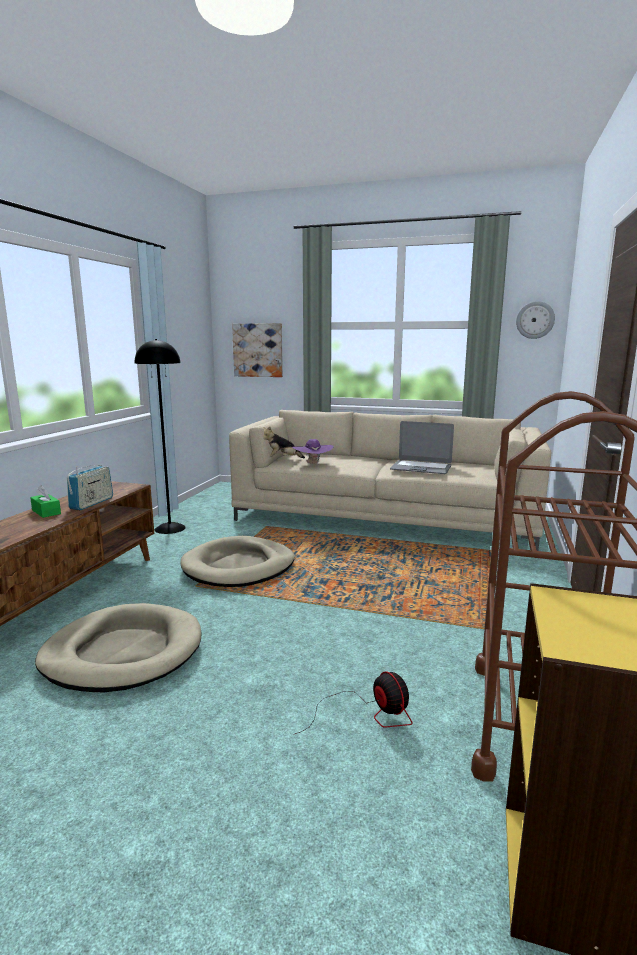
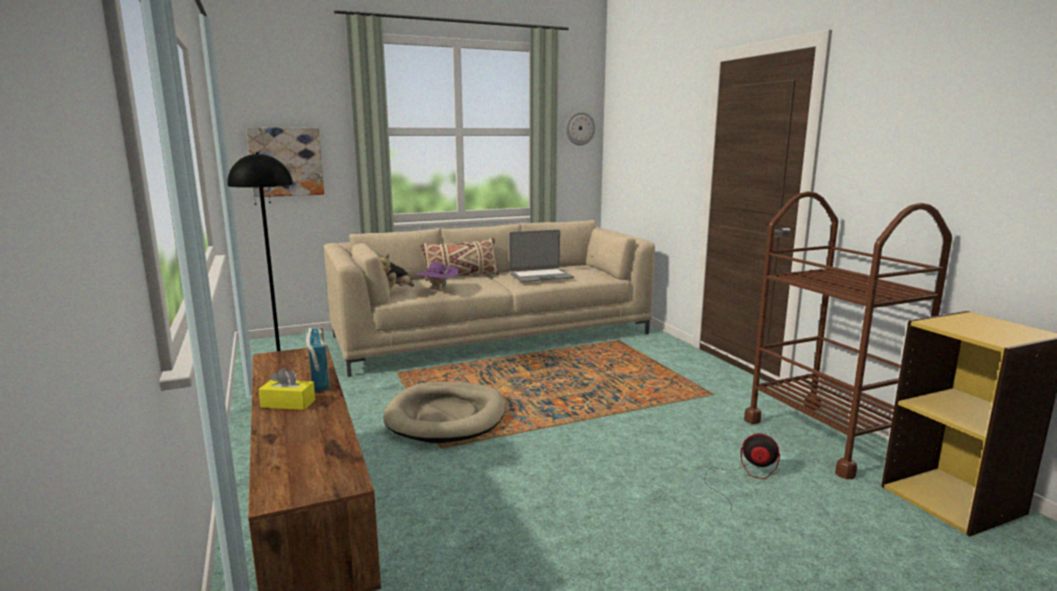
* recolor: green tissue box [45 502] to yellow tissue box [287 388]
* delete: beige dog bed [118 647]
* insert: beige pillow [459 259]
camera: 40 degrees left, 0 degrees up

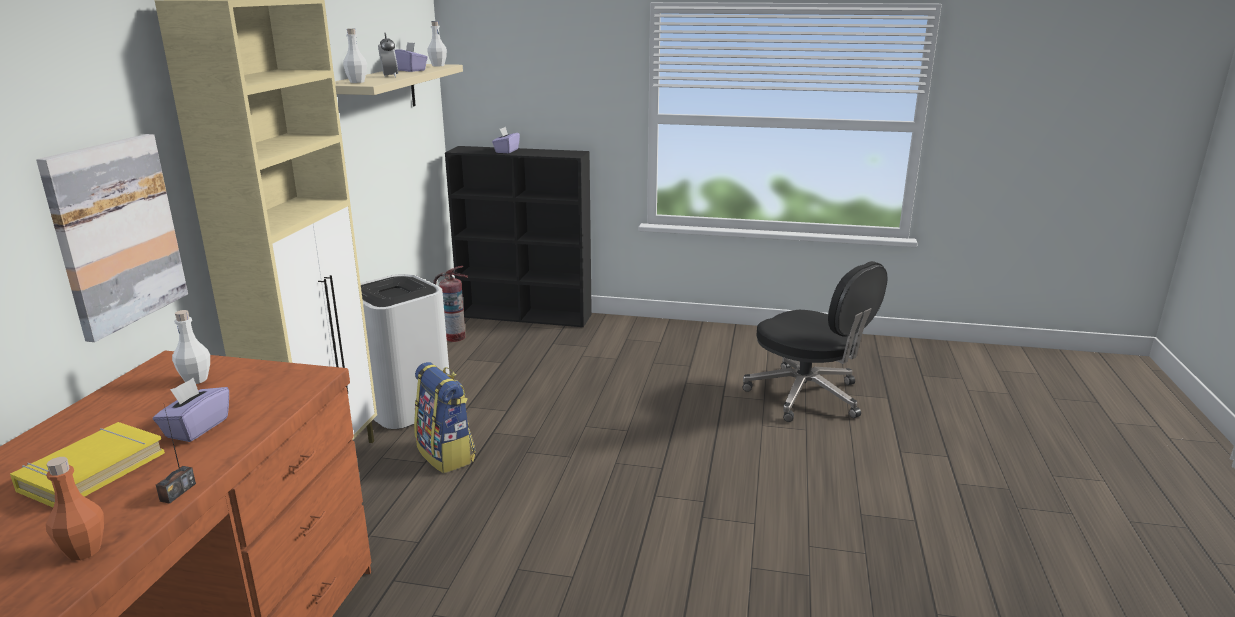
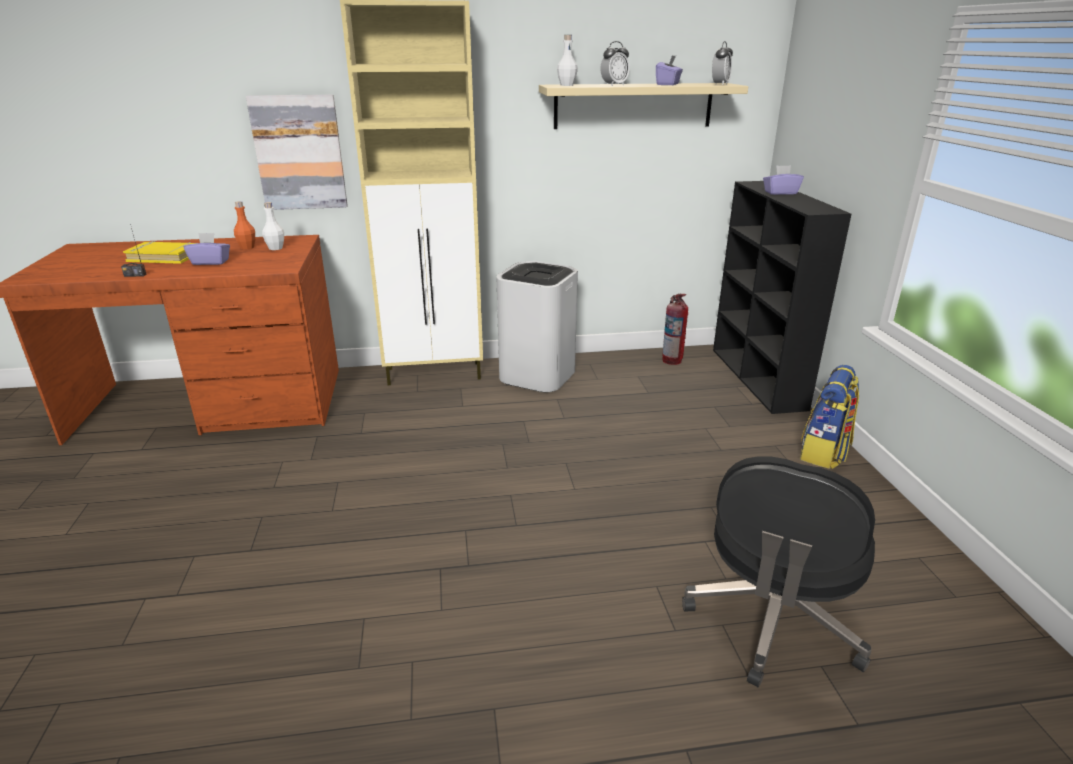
* replace: white bottle [437 43] to alarm clock [722 63]
* move: backpack [445 417] to [830 417]
* move: orange bottle [75 508] to [244 225]
camera: 70 degrees right, 5 degrees up

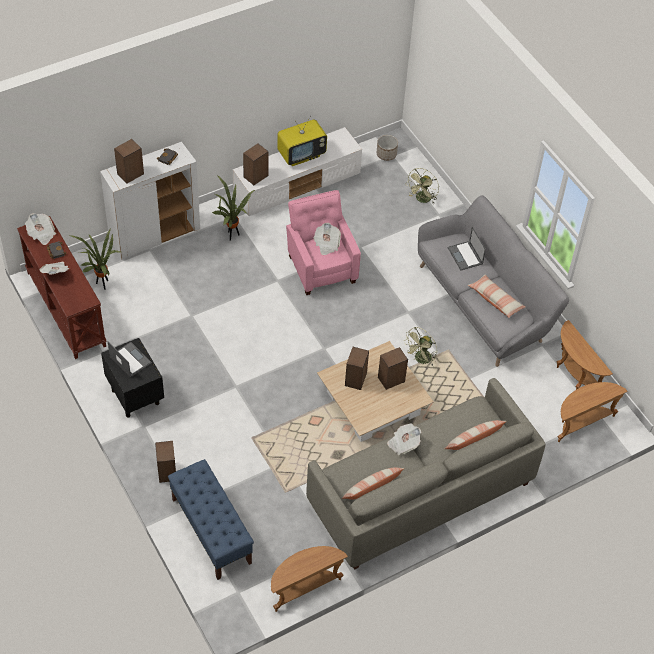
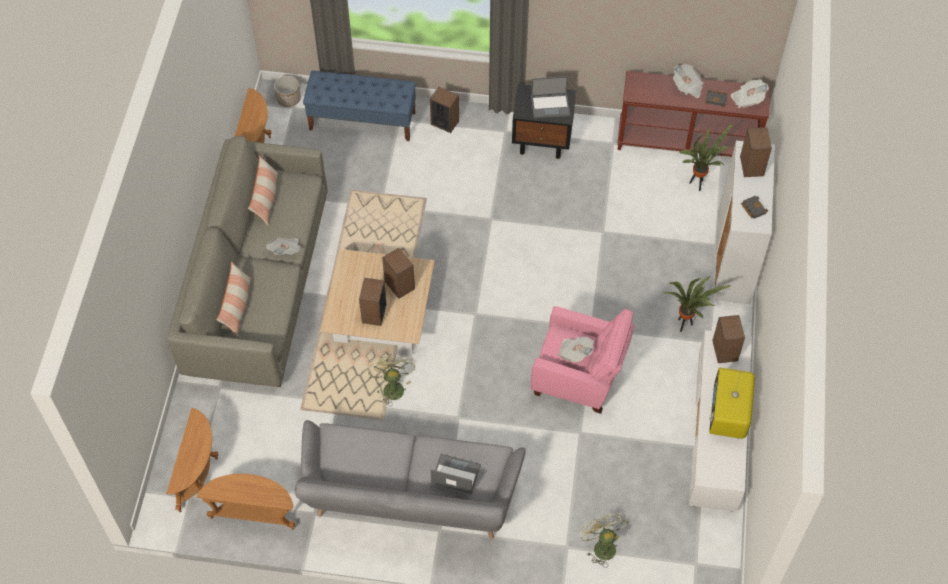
* move: planter [387 148] to [287 91]
* delete: pillow [496 296]
camera: 130 degrees right, 5 degrees up

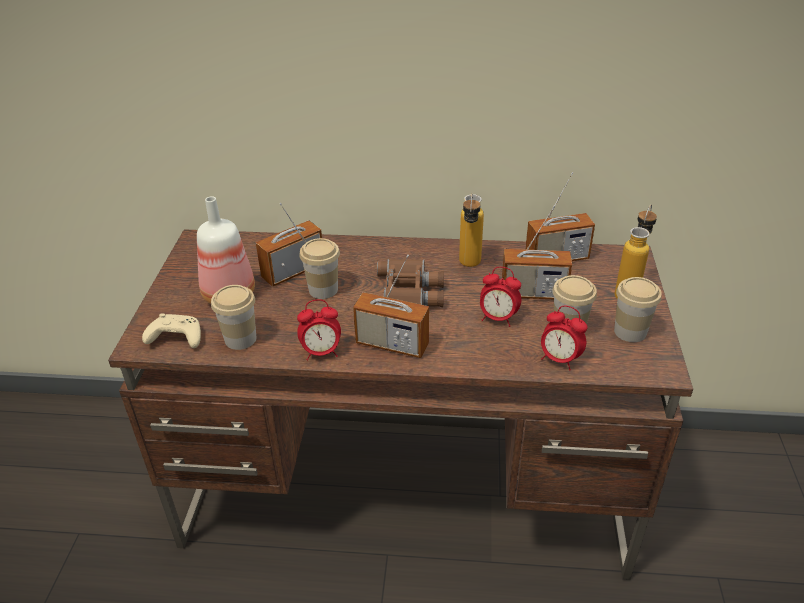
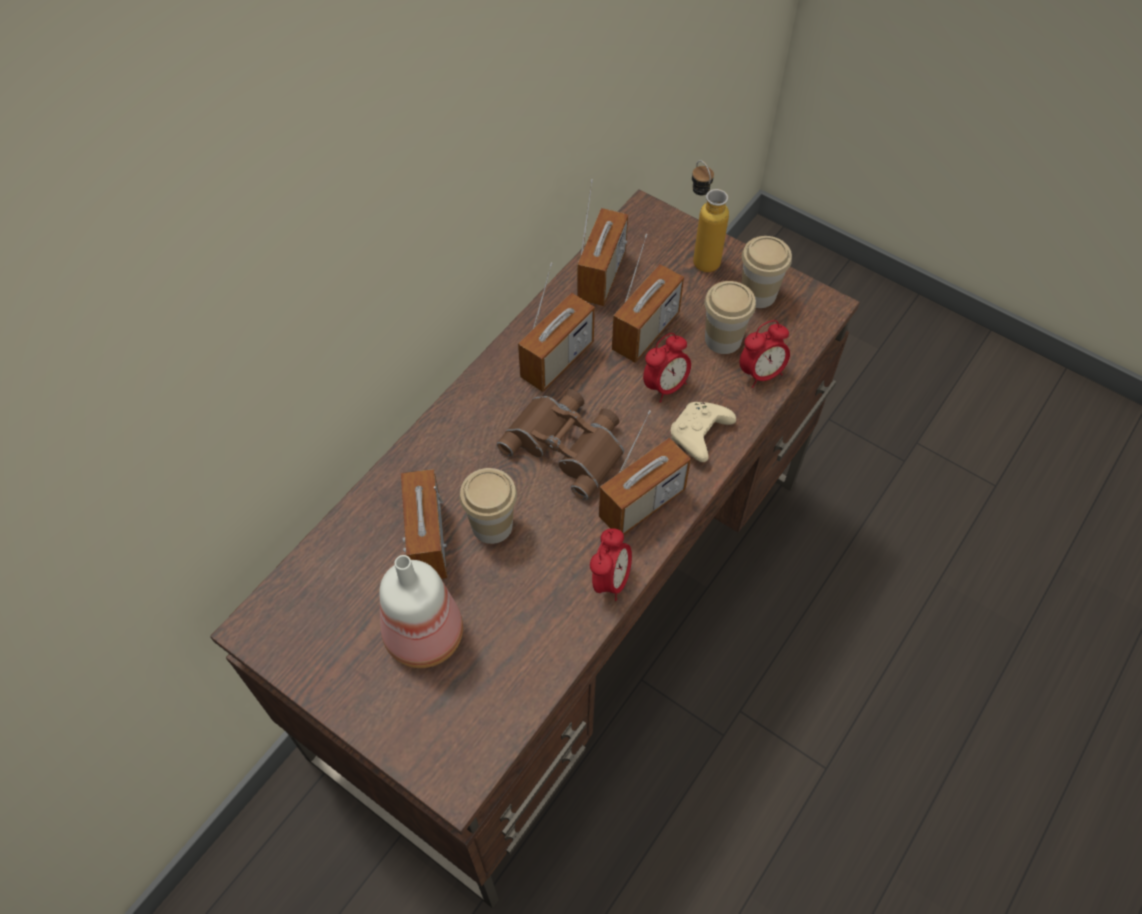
* replace: bottle [471 230] to radio [556 327]
* delete: cup [233 317]
* move: beige game controller [171 330] to [703 432]
camera: 60 degrees left, 20 degrees up

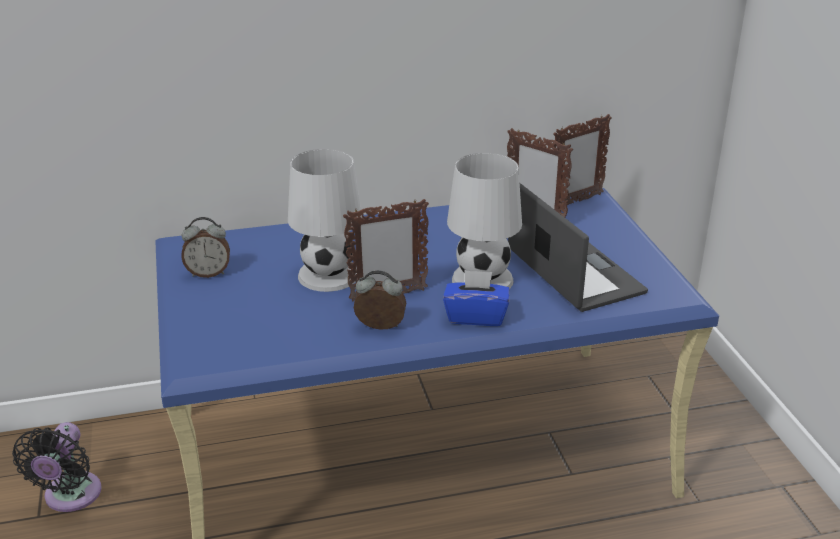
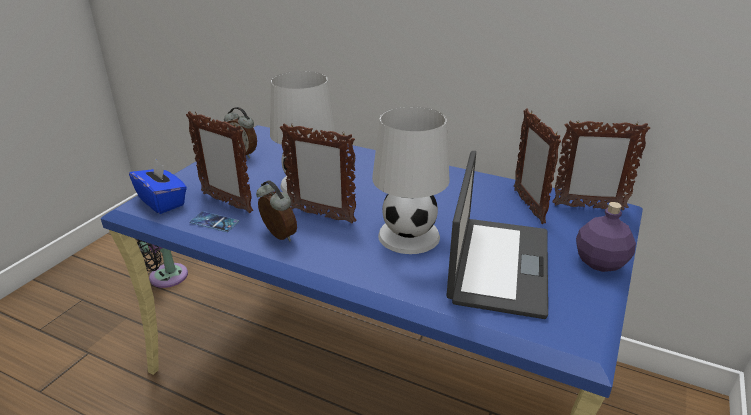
* move: blue tissue box [476 298] to [158 186]
* insert: picture frame [219 162]
* insert: purple bottle [606 237]
* insert: phone [214 221]
camera: 40 degrees right, 0 degrees up

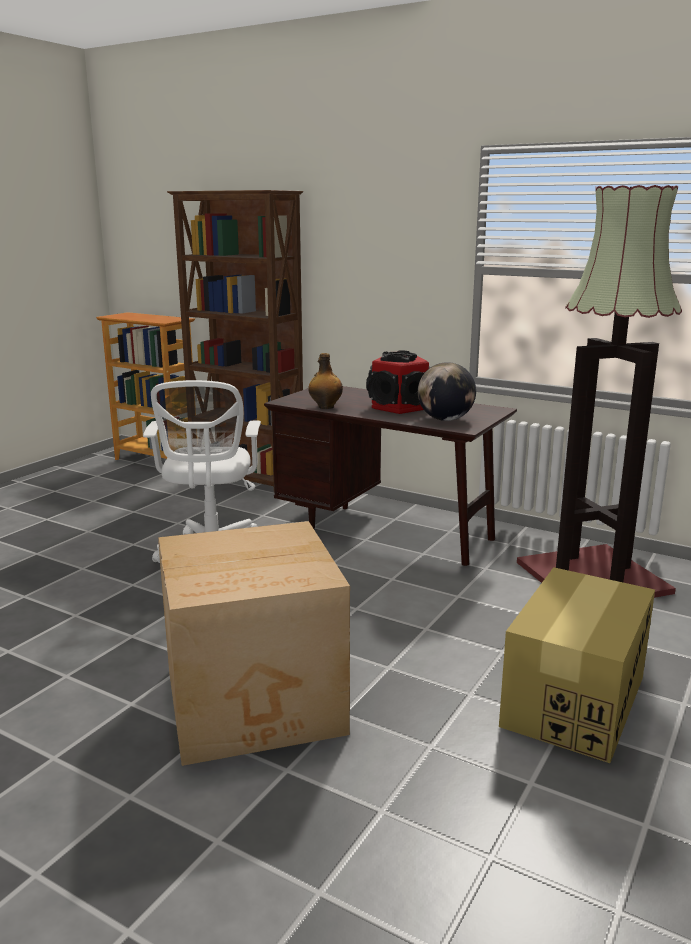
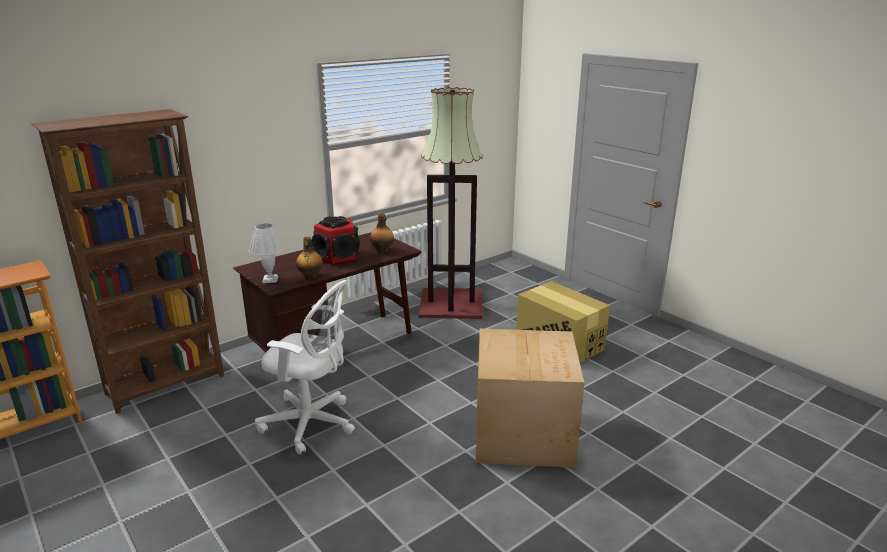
* replace: globe [447 391] to bottle [382 233]
* insert: white table lamp [266 253]
camera: 70 degrees left, 5 degrees up

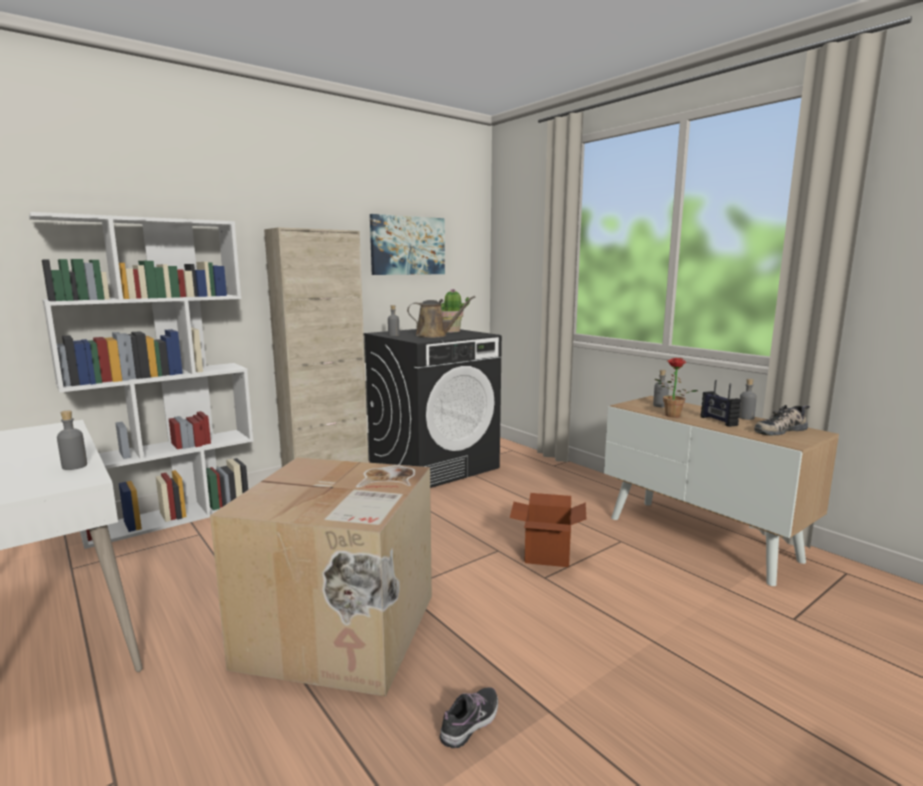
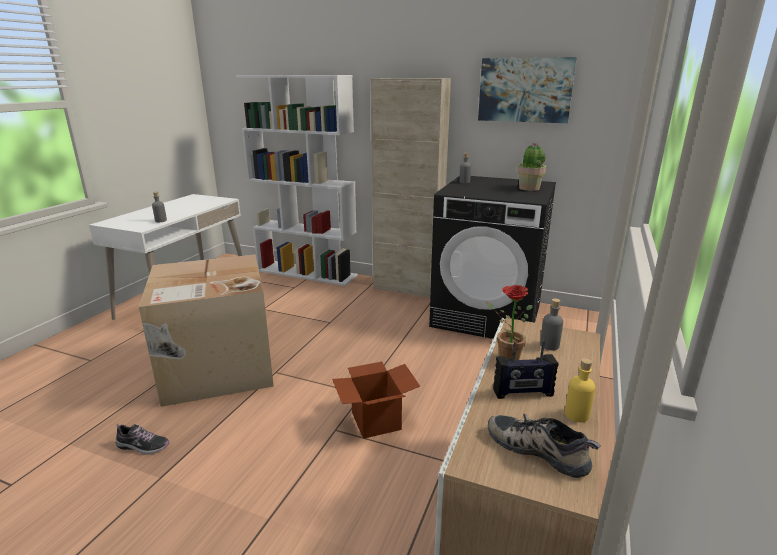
* delete: brown watering can [441 317]
* recolor: grey bottle [748 399] to yellow bottle [580 390]
* rotate: radio [721 403] = [525 369] 135 degrees counterclockwise
camera: 60 degrees right, 10 degrees up

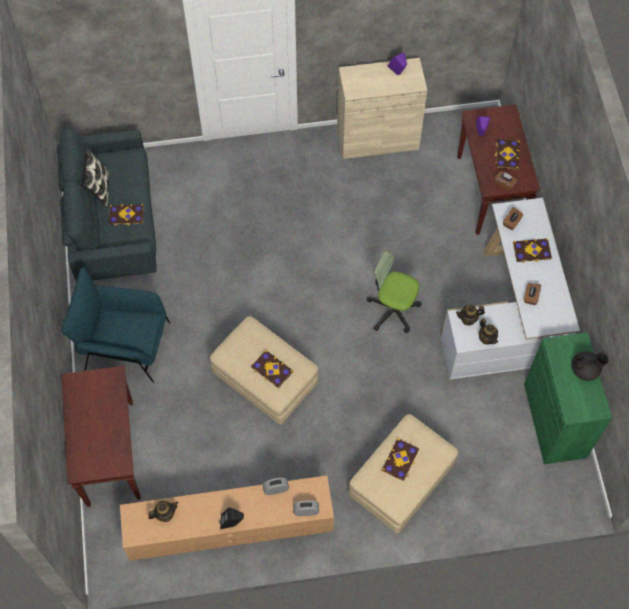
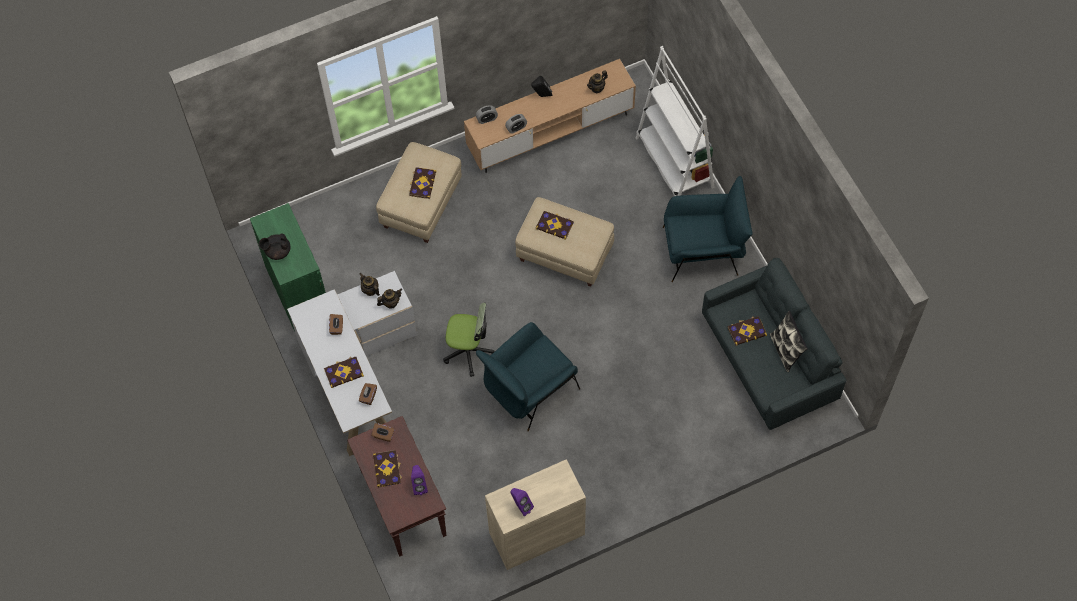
* replace: brown console table [101 436] to white bookcase [675 121]
* insert: blue armchair [528 376]
camera: 165 degrees right, 0 degrees up

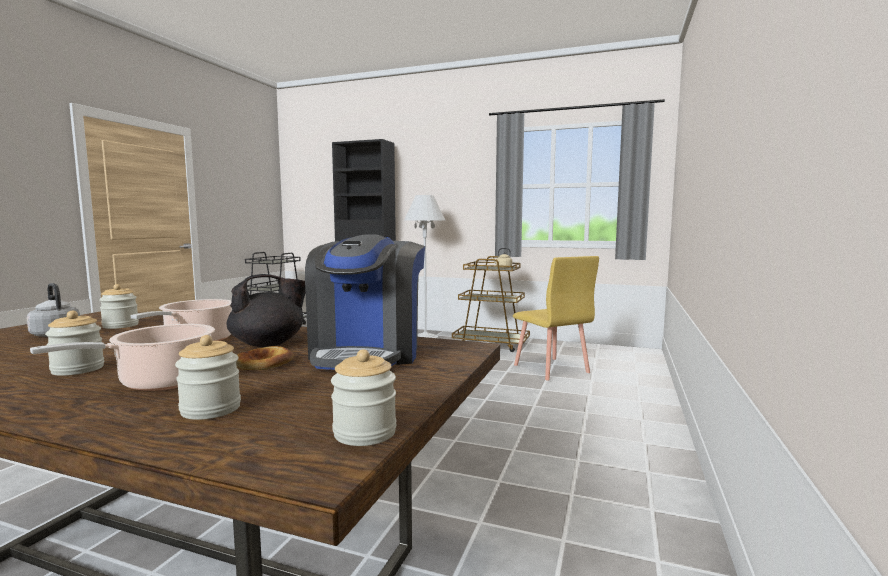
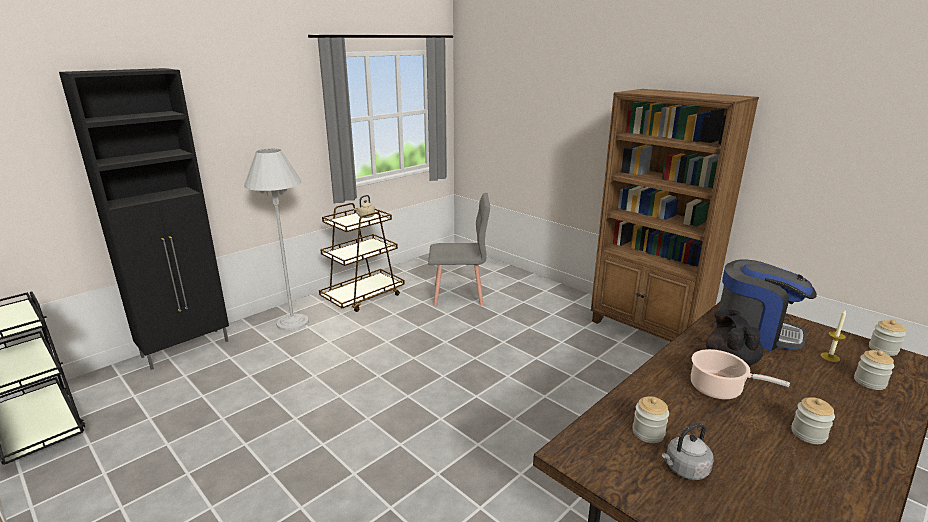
* recolor: yellow chair [556 318] to grey chair [459 249]
* delete: cooking pot [122 357]
* delete: bread [265 358]
* insert: brown bookcase [675 215]
* insert: candle [833 336]
camera: 65 degrees left, 15 degrees up

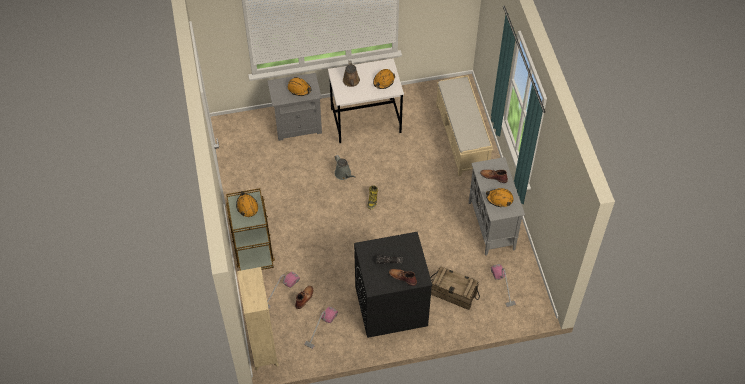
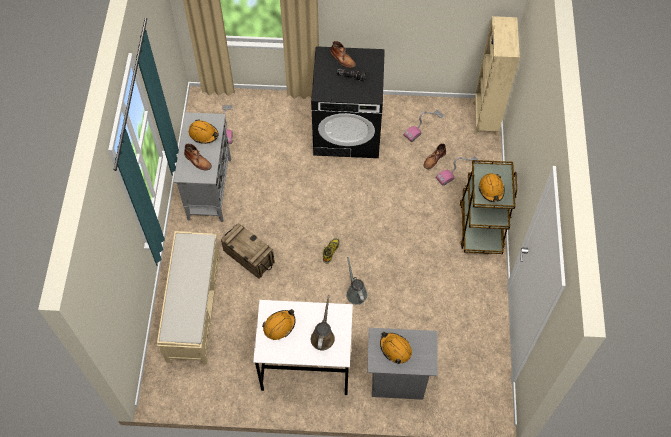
* move: crate [455 288] to [248 250]
camera: 165 degrees left, 5 degrees up

